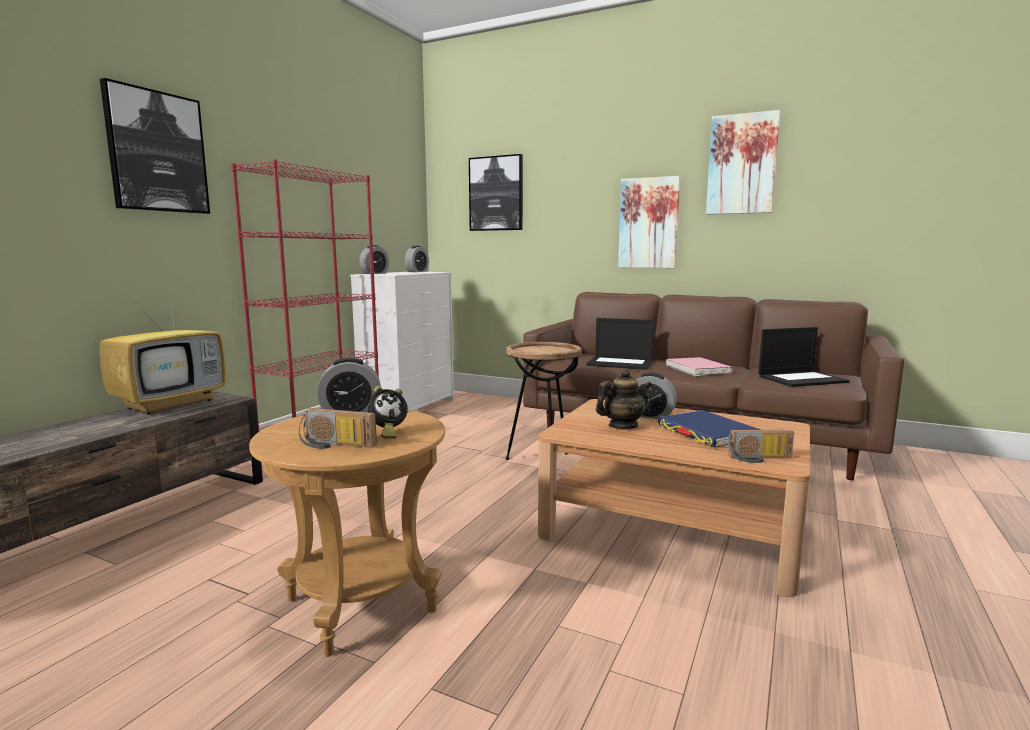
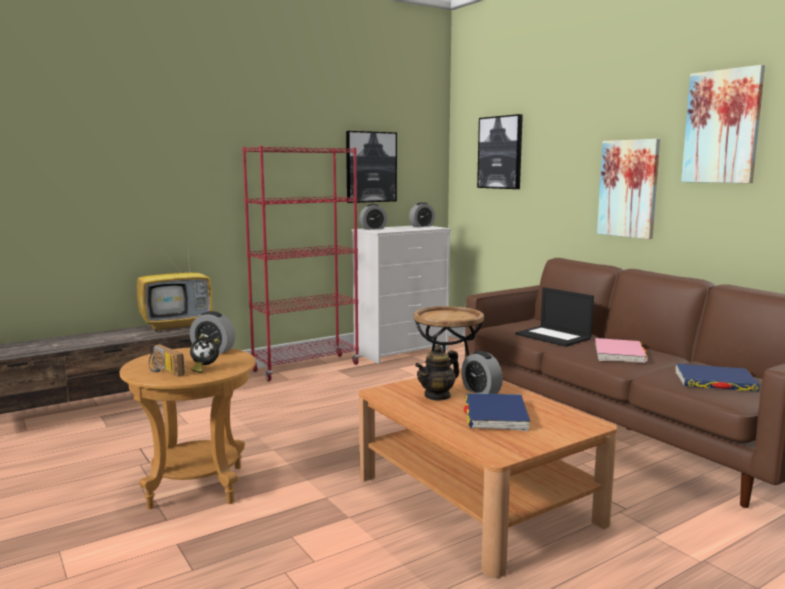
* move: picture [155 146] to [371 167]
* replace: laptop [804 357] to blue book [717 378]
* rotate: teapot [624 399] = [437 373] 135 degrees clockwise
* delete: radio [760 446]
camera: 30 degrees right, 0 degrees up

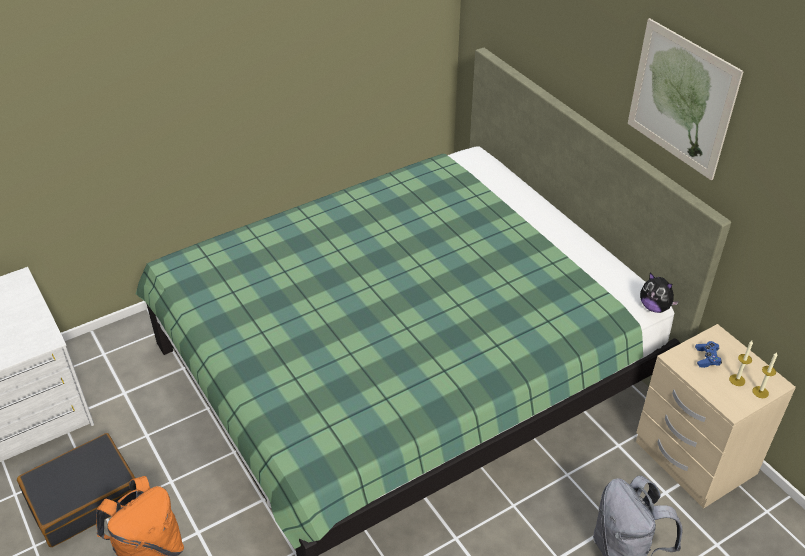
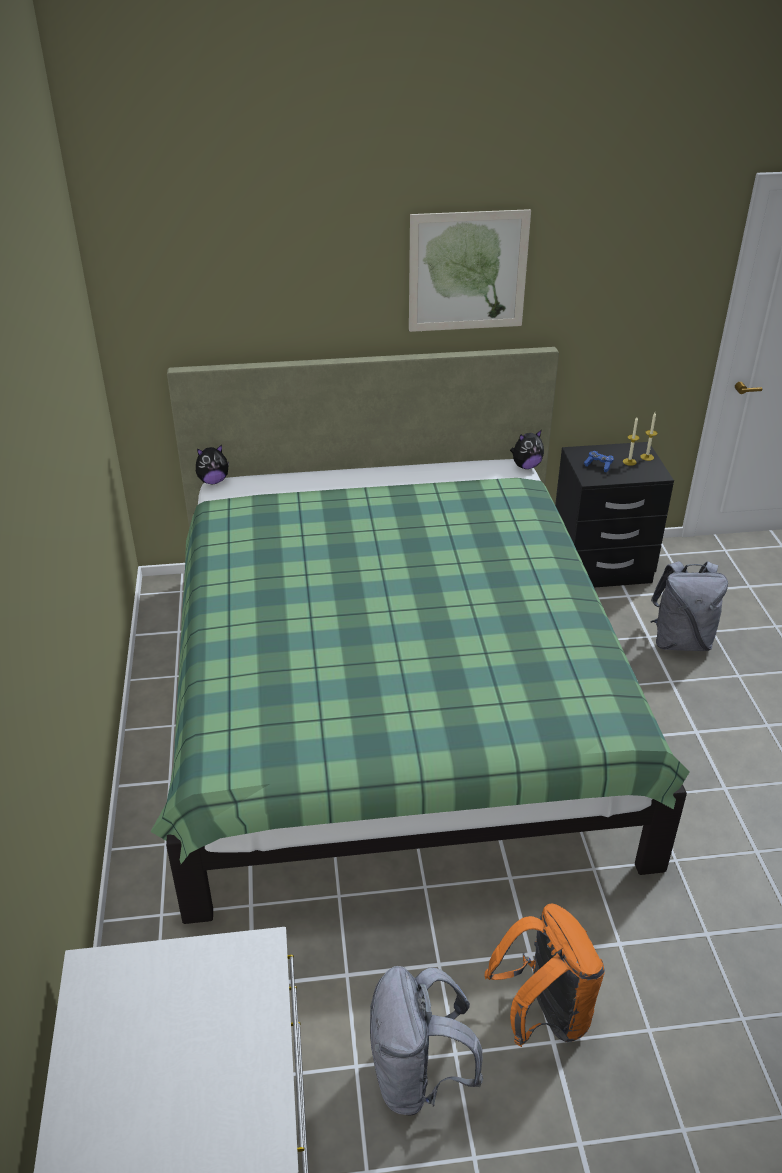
* recolor: beige nightstand [716 416] to black nightstand [614 515]
* replace: black suitcase [76 490] to grey backpack [426 1041]
* insert: plush toy [212 464]
camera: 65 degrees left, 5 degrees down

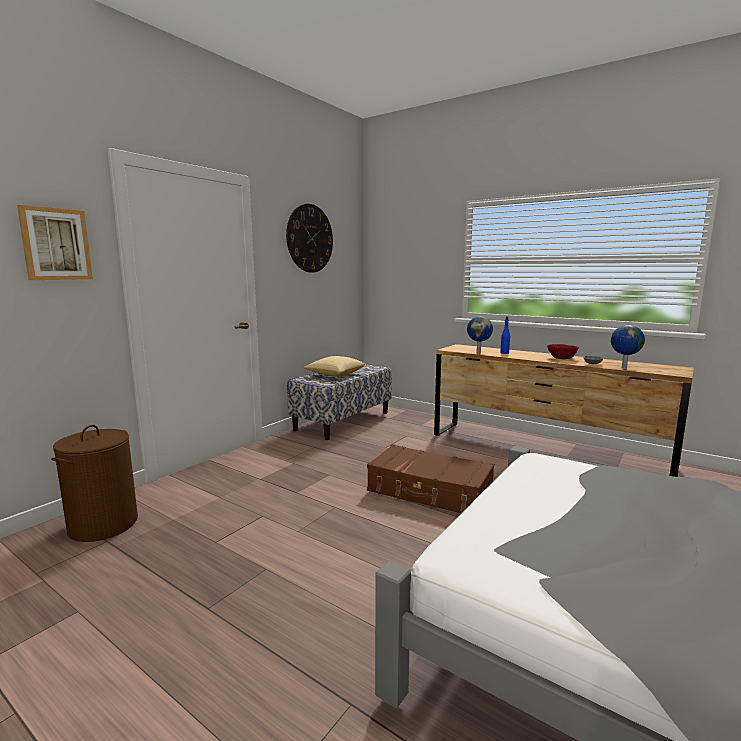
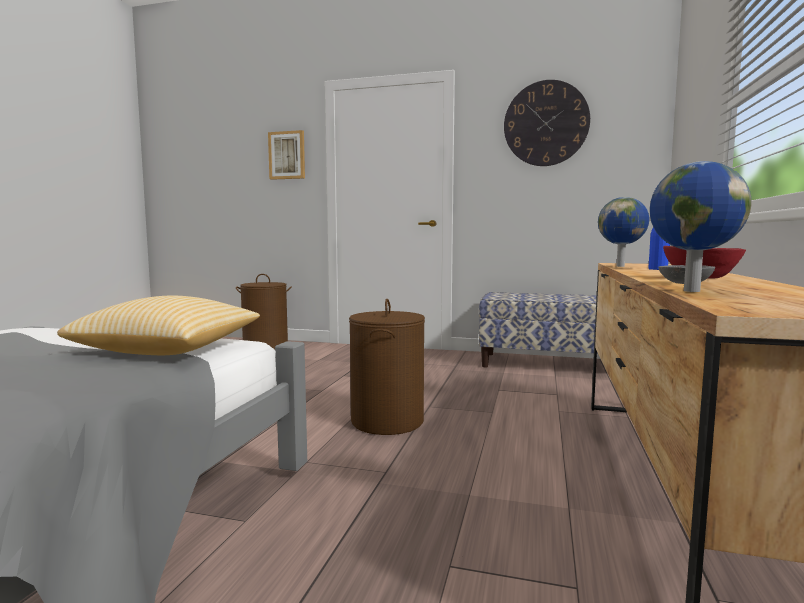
* move: pillow [334 366] to [158 325]
* replace: brown suitcase [430 478] to brown laundry basket [387 367]
camera: 70 degrees right, 5 degrees down

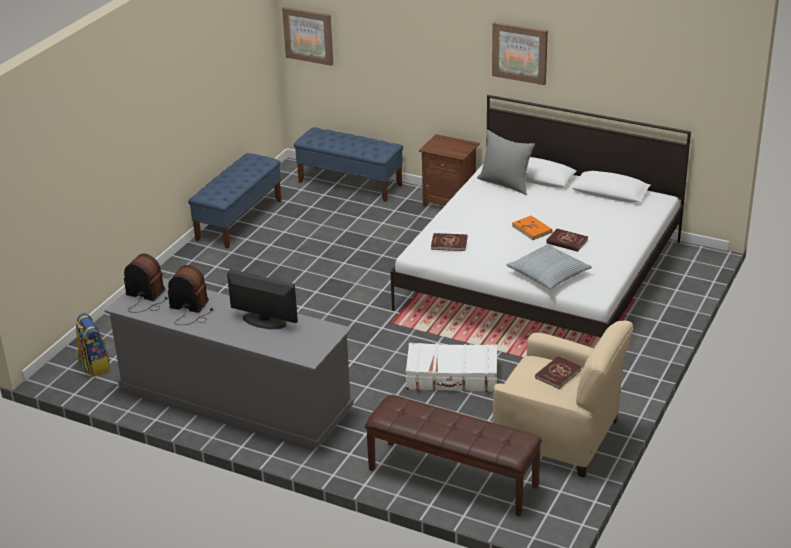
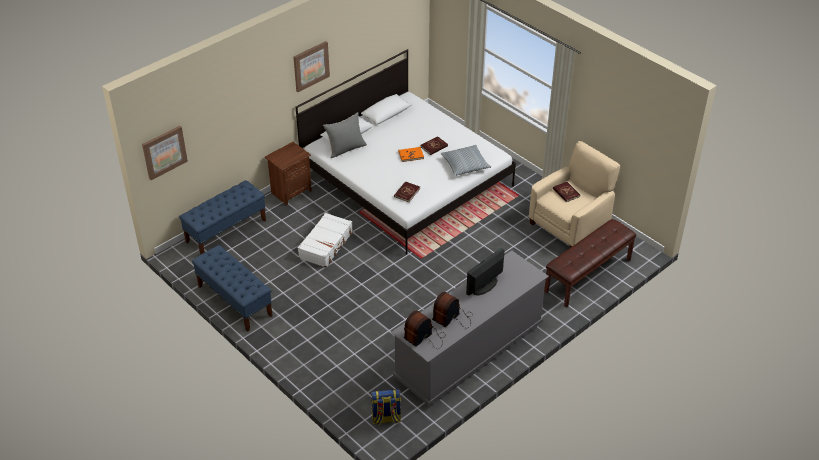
* move: white suitcase [451 367] to [325 240]
camera: 70 degrees left, 10 degrees up

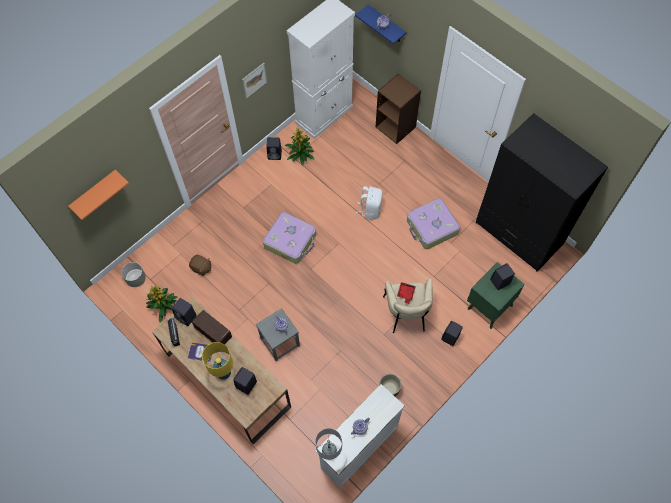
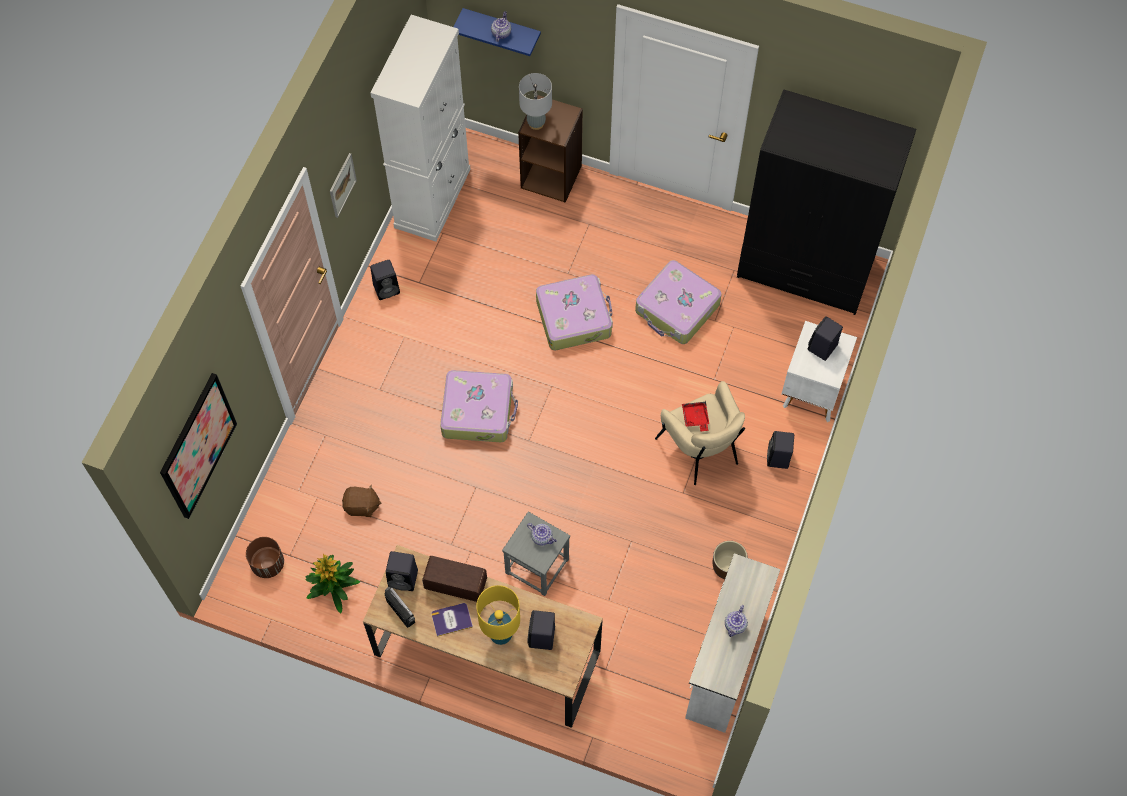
* delete: potted plant [300 146]
* replace: orange shelf [98 195] to picture [198 446]
* replace: white backpack [369 203] to suitcase [574 312]
* recolor: grey planter [133 274] to brown planter [265 557]
* recolor: green nightstand [496 295] to white nightstand [819 371]
* move: grey table lamp [328 444] to [535 101]
camera: 25 degrees left, 0 degrees up

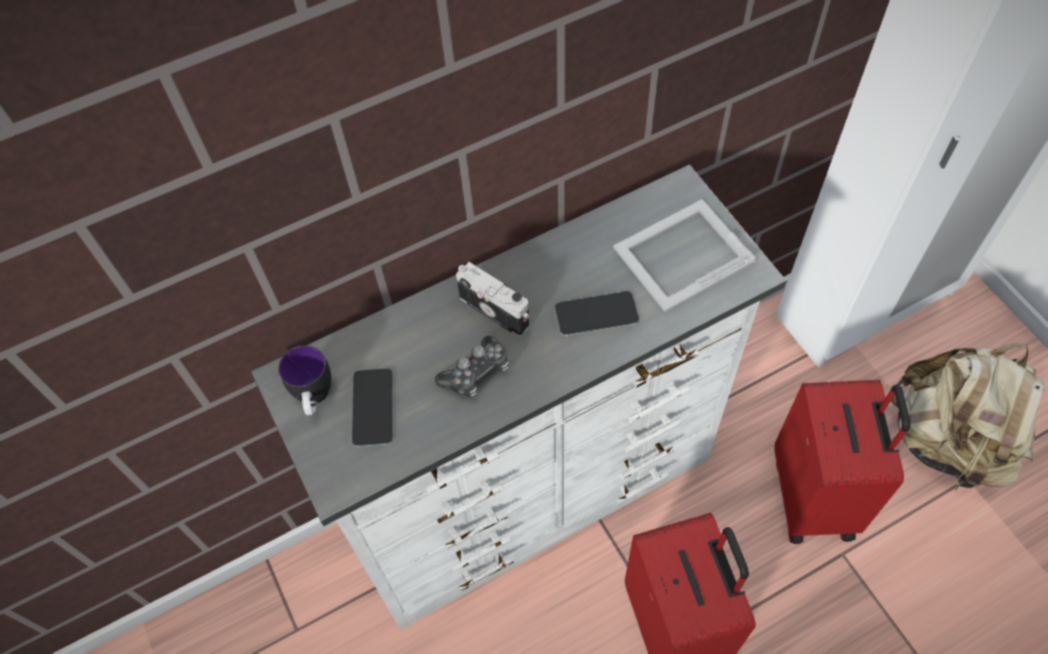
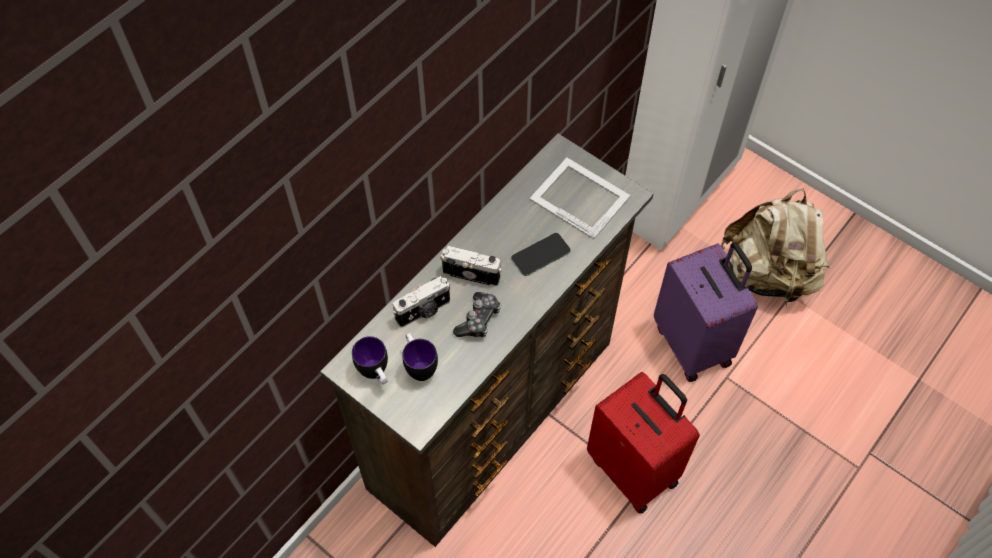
* recolor: white dresser [518 397] to brown dresser [486 340]
* rotate: picture frame [684 255] = [580 198] 90 degrees clockwise
* replace: phone [372 407] to mug [420 357]
* recolor: red suitcase [842 462] to purple suitcase [706 312]
* insert: photo camera [421 301]
camera: 25 degrees left, 0 degrees up

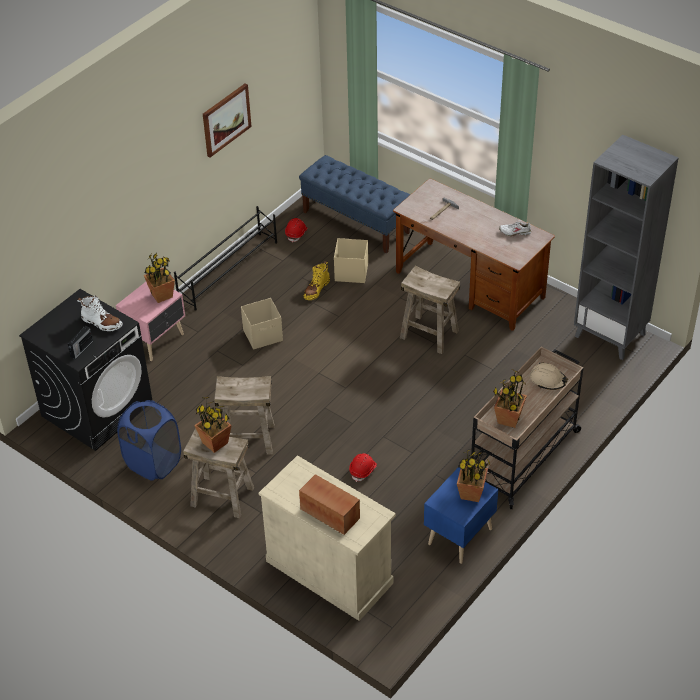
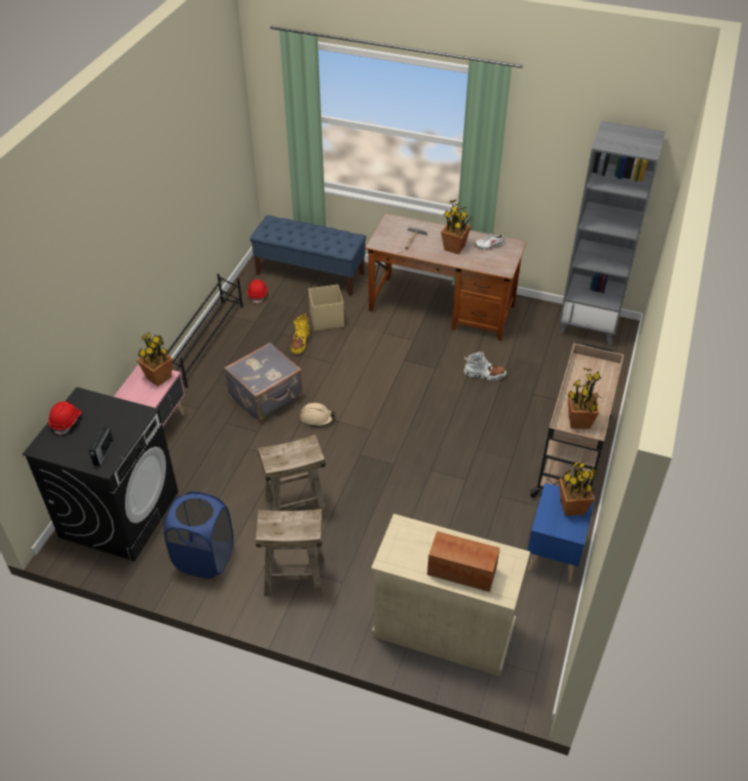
* delete: picture [227 120]
* delete: beige stool [430 310]
* move: white boot [100 313] to [485 366]
* replace: beige storage box [262 324] to grey suitcase [263 382]
* move: beige hard hat [549 376] to [318 414]
* move: potted plant [213 425] to [456 227]
* move: red hard hat [363 467] to [64 419]
camera: 20 degrees left, 0 degrees up

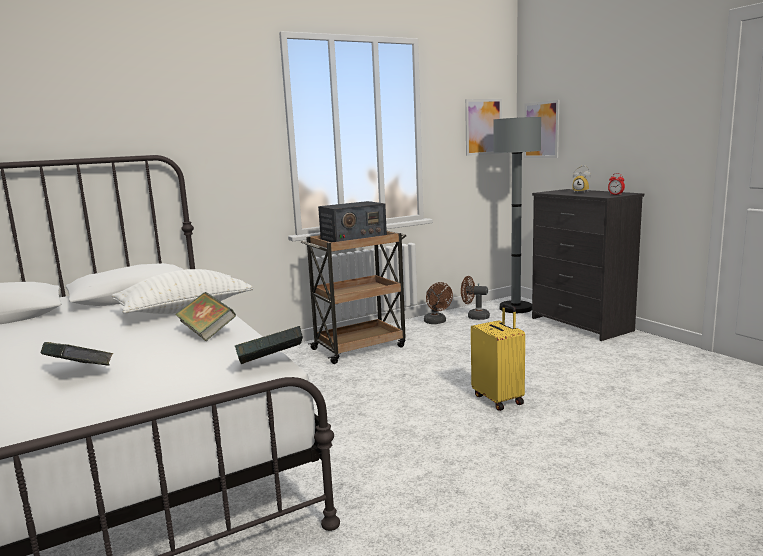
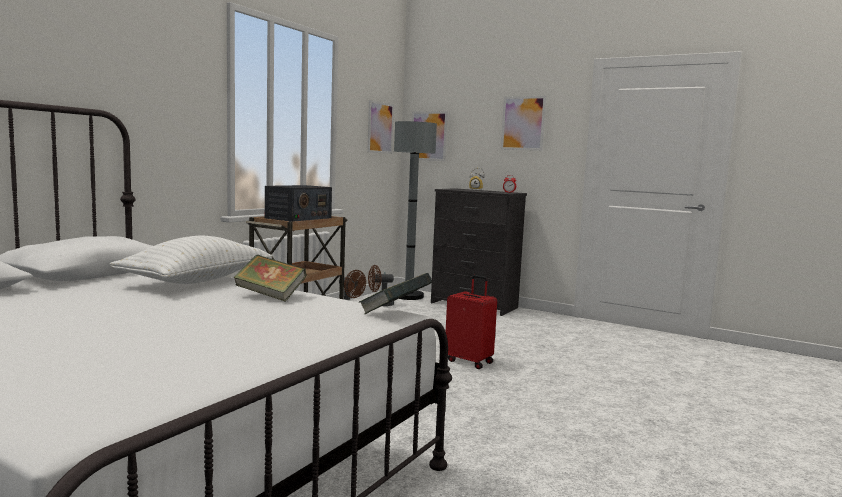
* recolor: yellow suitcase [498 357] to red suitcase [471 322]
* delete: book [77 354]
* insert: picture [523 123]
camera: 30 degrees left, 5 degrees down

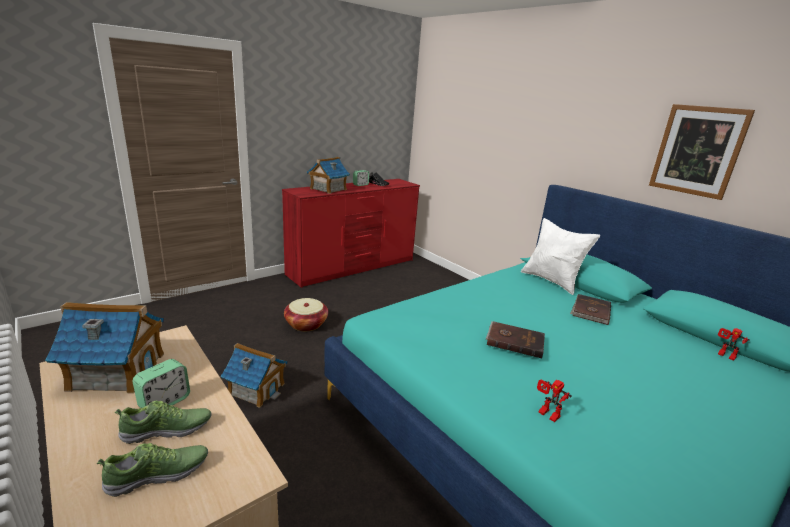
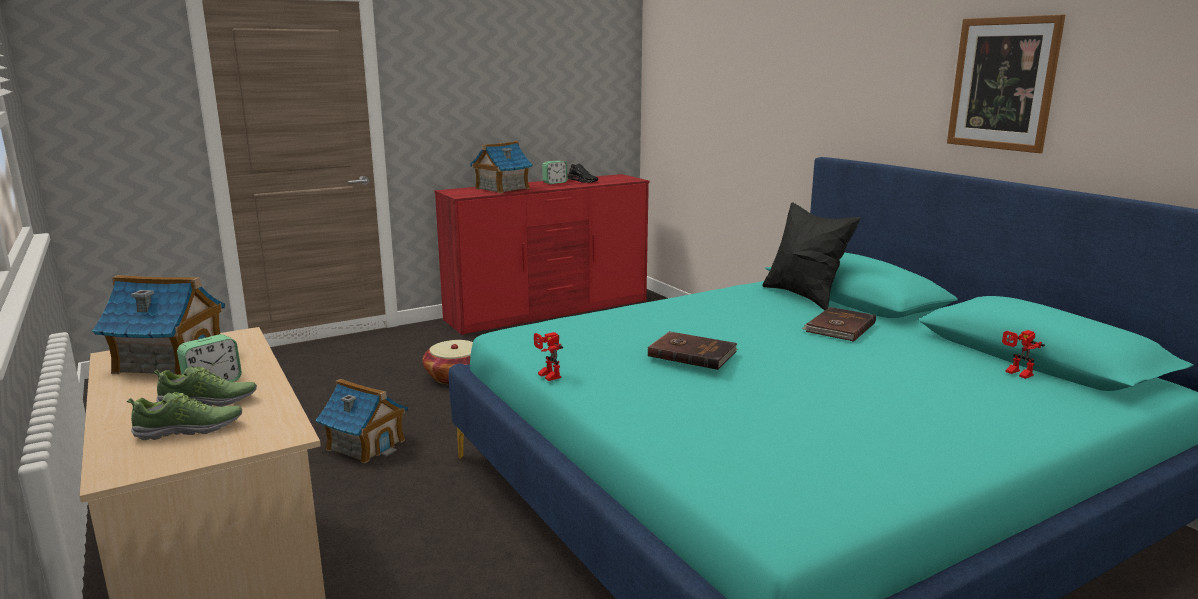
* recolor: white pillow [560 256] to black pillow [811 256]
* move: toy robot [554 401] to [548 356]
camera: 10 degrees right, 5 degrees down

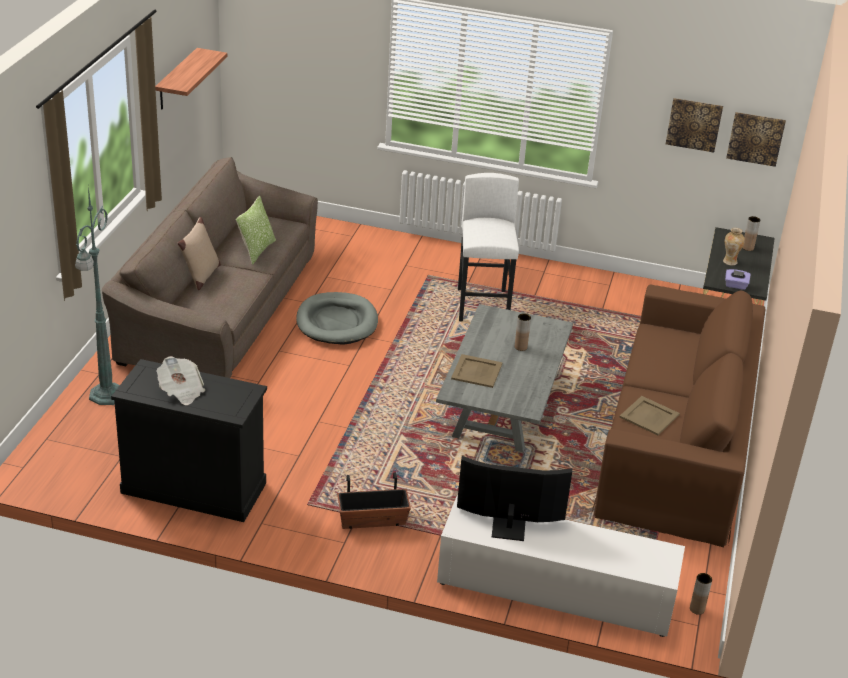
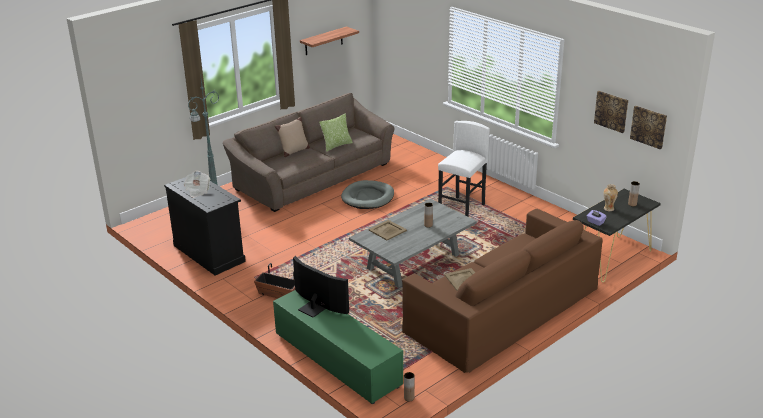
* recolor: white tv stand [561 566] to green tv stand [338 347]
camera: 35 degrees right, 5 degrees down

